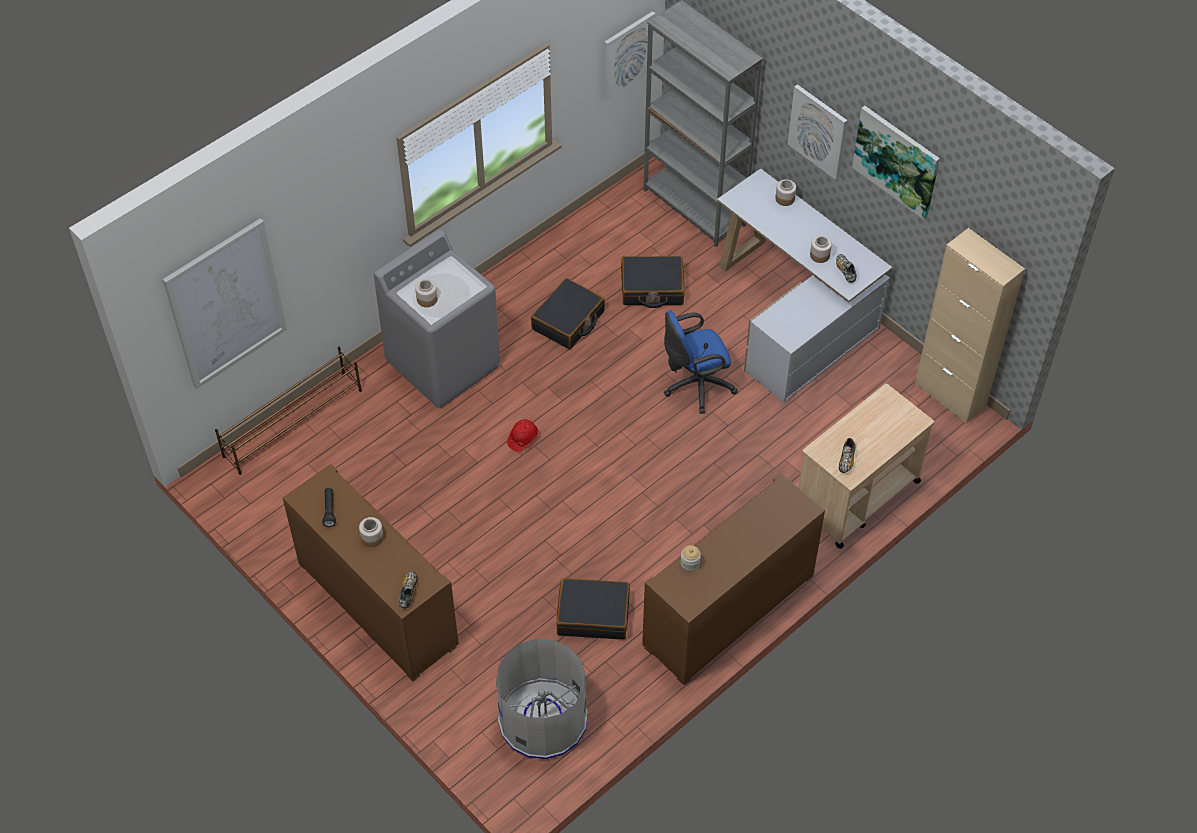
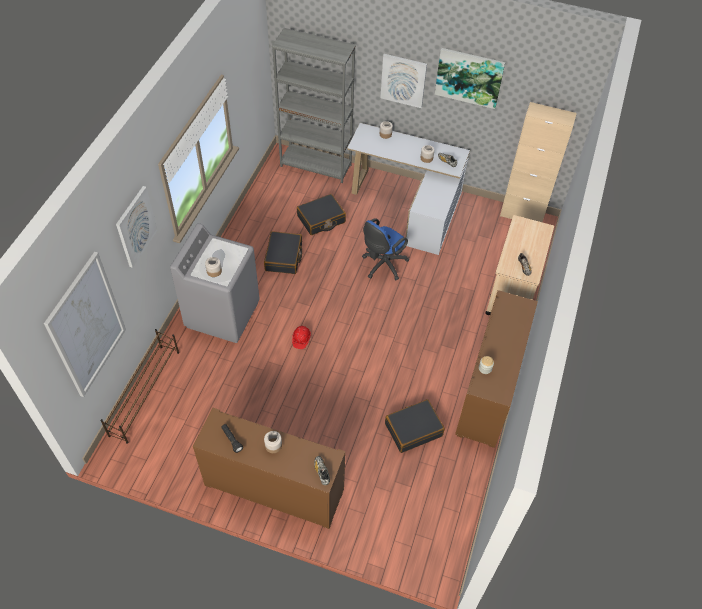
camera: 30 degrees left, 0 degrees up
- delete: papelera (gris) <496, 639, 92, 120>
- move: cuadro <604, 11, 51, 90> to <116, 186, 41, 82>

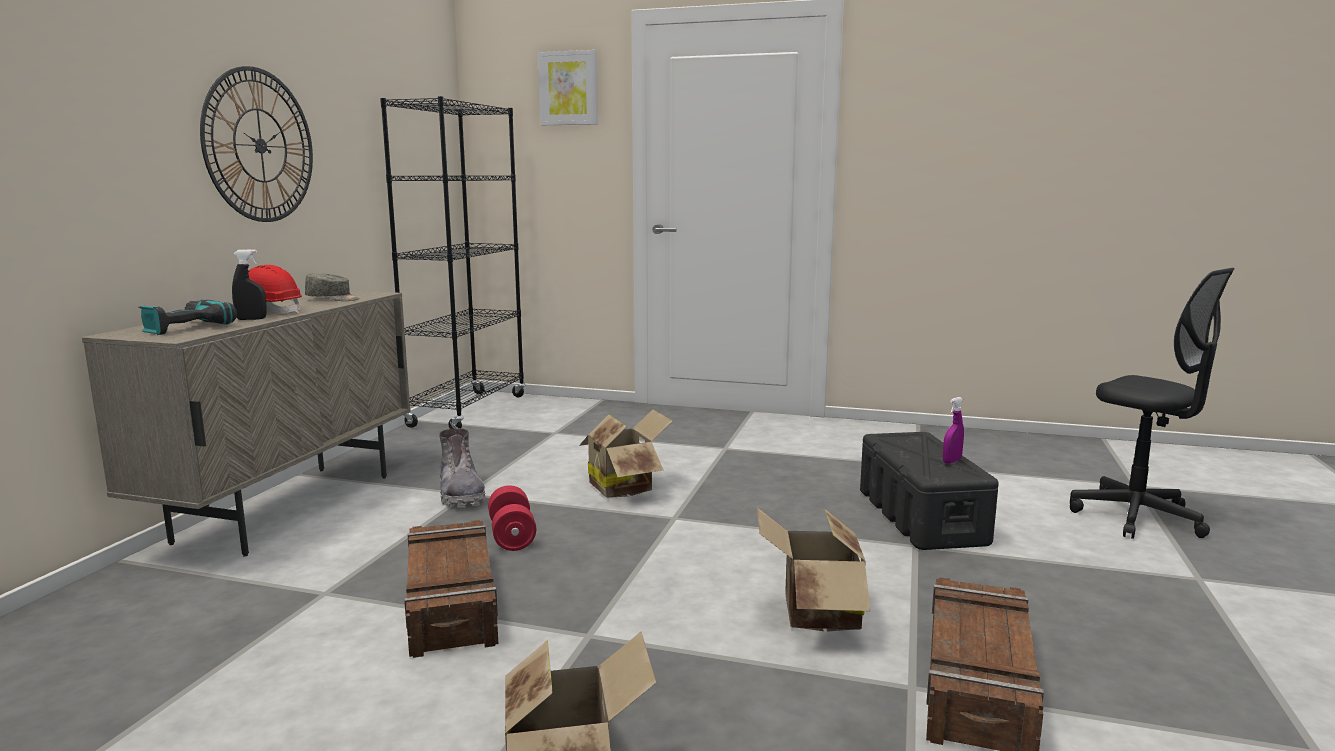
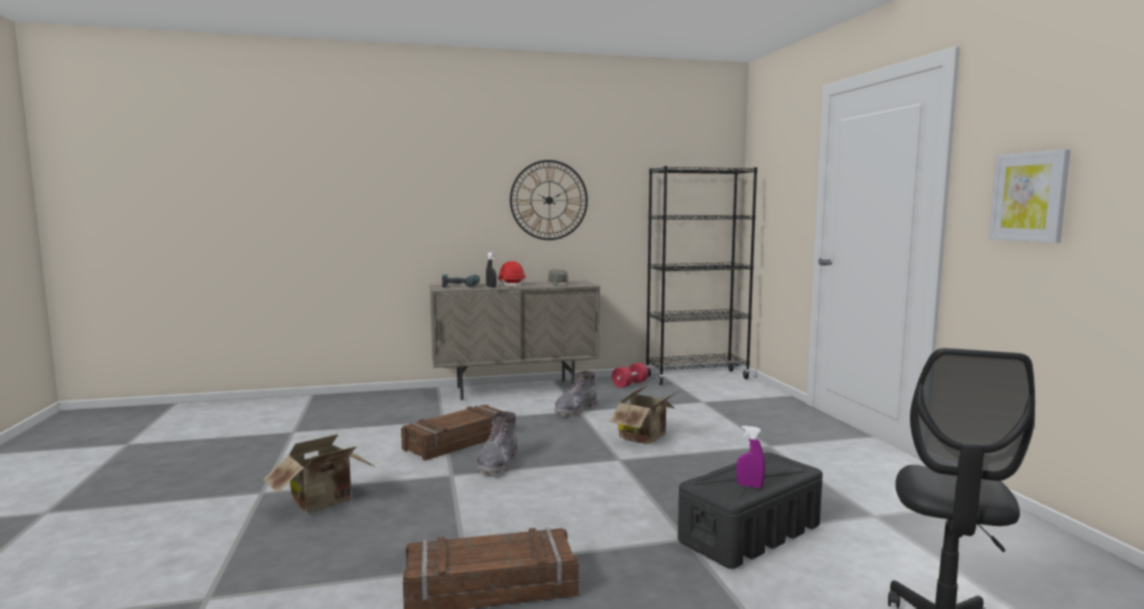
camera: 60 degrees right, 5 degrees down
- delete: caja de cartón <757, 508, 114, 123>
- insert: bota (gris) <476, 412, 41, 64>
- move: mancuerna (rojo) <488, 485, 48, 66> to <612, 363, 36, 25>
- move: cuadro <538, 50, 60, 75> to <989, 149, 81, 94>

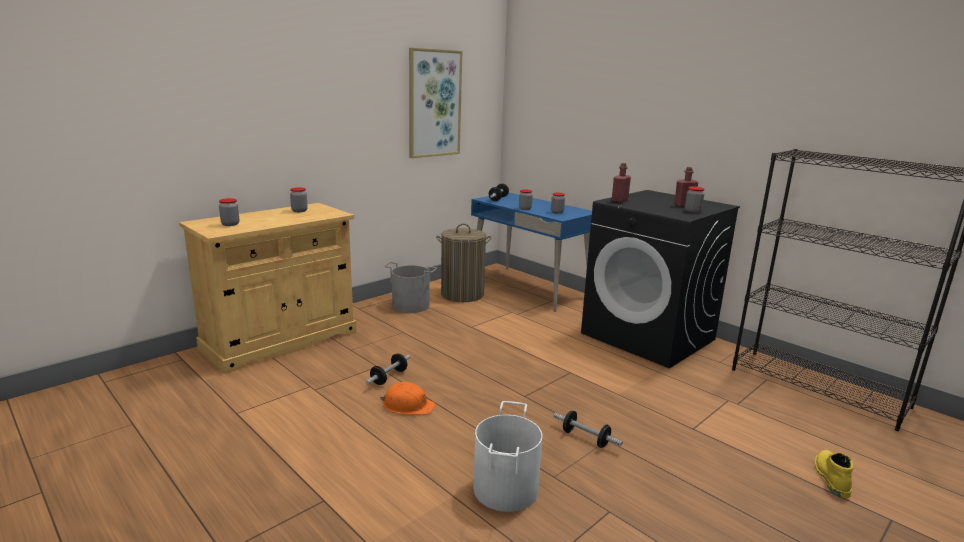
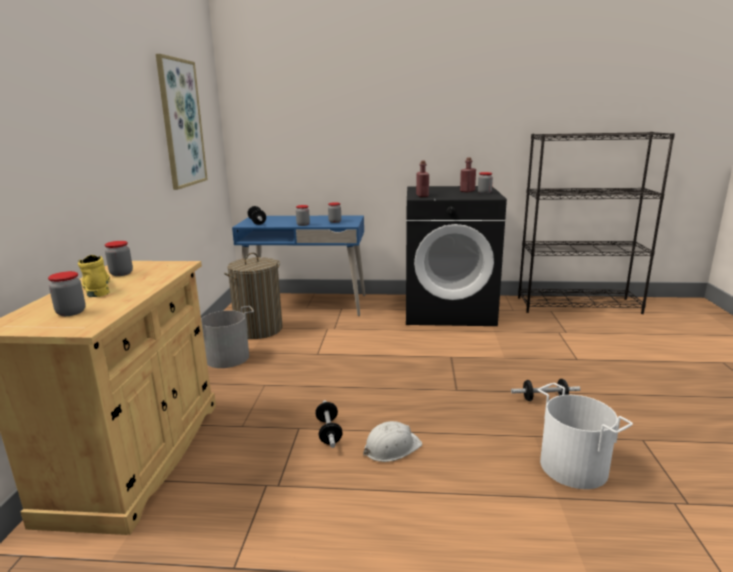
camera: 40 degrees left, 0 degrees up
- move: bota (amarillo) <815, 450, 39, 48> to <78, 255, 32, 42>
- recolor: casco (naranja) <380, 382, 55, 33> to casco (blanco) <363, 421, 59, 41>

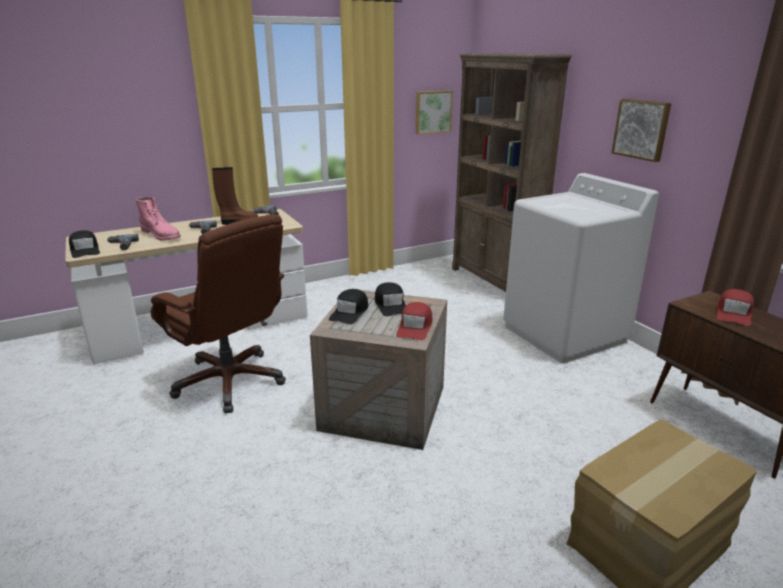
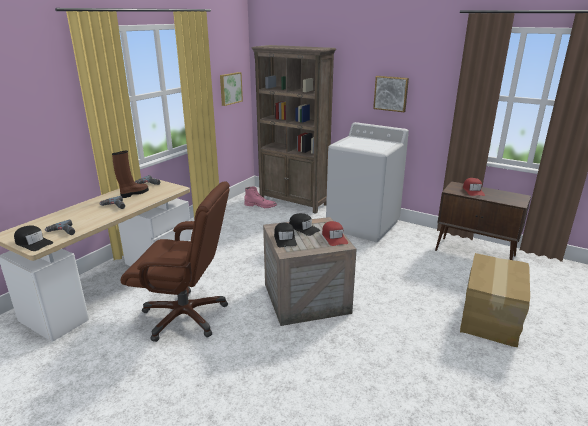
camera: 30 degrees left, 0 degrees up
- move: bota (rosa) <136, 197, 45, 44> to <244, 187, 33, 21>

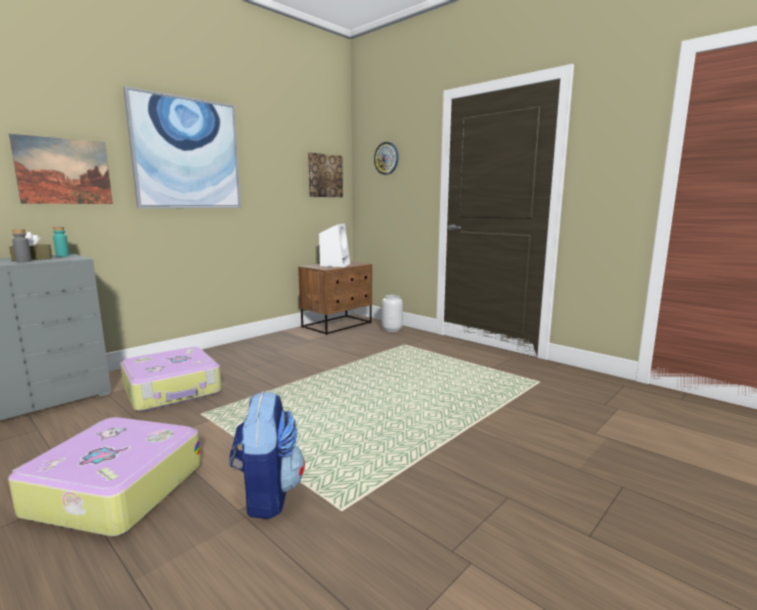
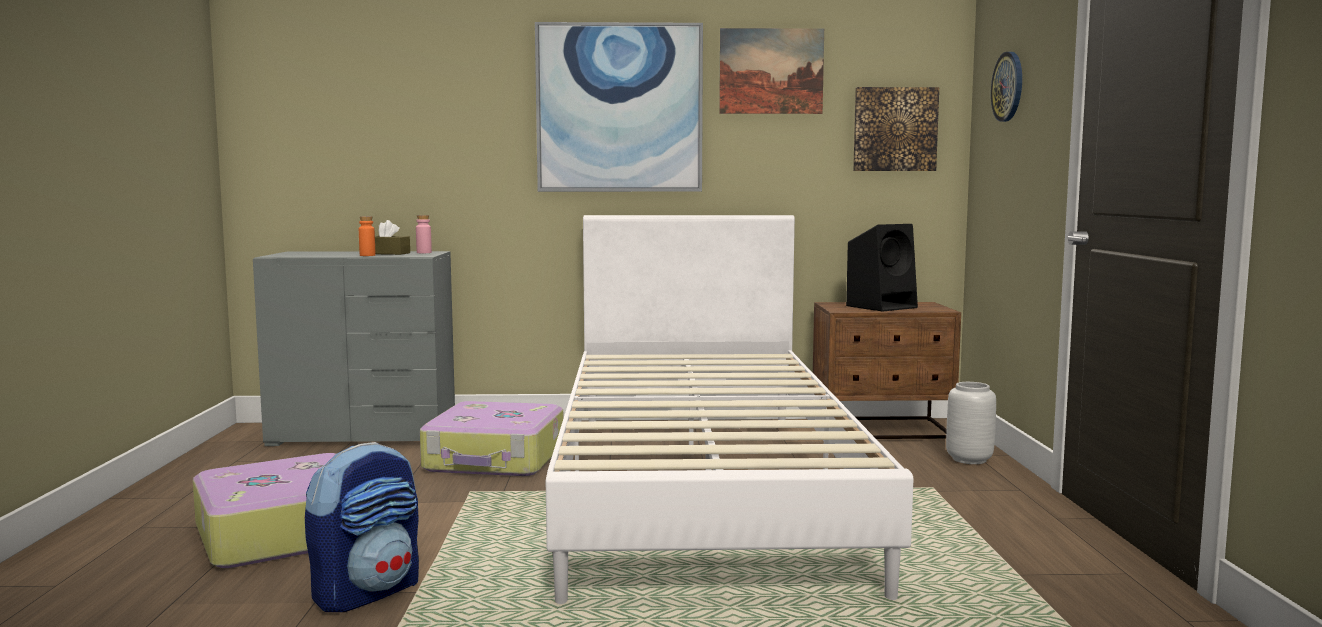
camera: 45 degrees right, 5 degrees down
- insert: cama (blanco) <546, 215, 367, 389>
- move: cuadro <9, 134, 104, 70> to <719, 28, 105, 86>
- recolor: botella (gris) <12, 229, 20, 34> to botella (naranja) <359, 216, 17, 40>
- recolor: botella (turquesa) <53, 227, 17, 30> to botella (rosa) <416, 215, 16, 38>
- recolor: altavoz (blanco) <319, 223, 31, 44> to altavoz (negro) <846, 224, 72, 88>

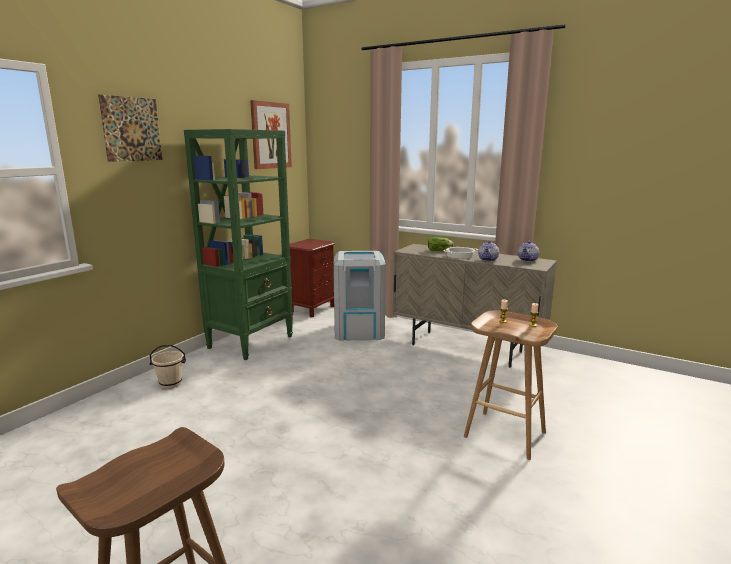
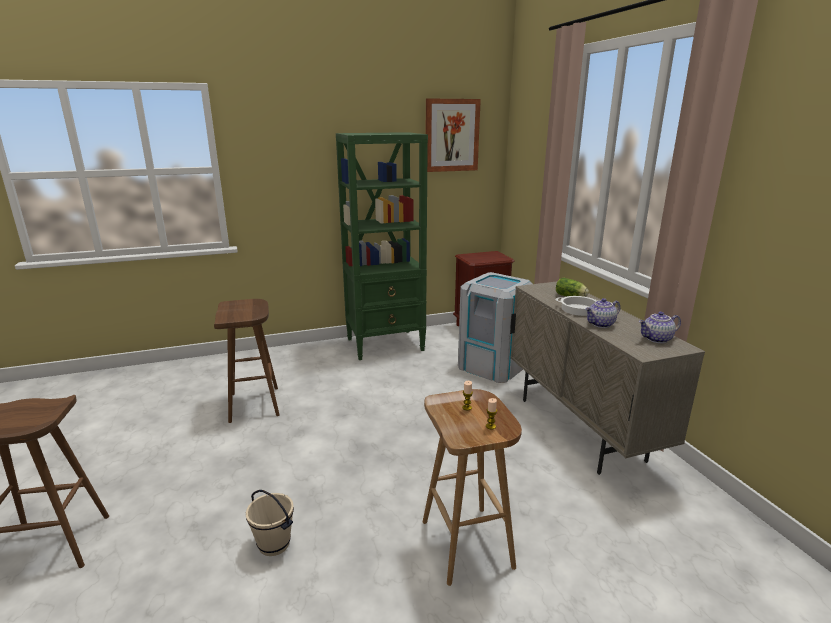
camera: 40 degrees right, 5 degrees up
- delete: cuadro <98, 95, 65, 67>
- insert: taburete (marrón) <214, 299, 66, 124>
- move: cubo (beis) <150, 345, 36, 44> to <246, 490, 48, 66>

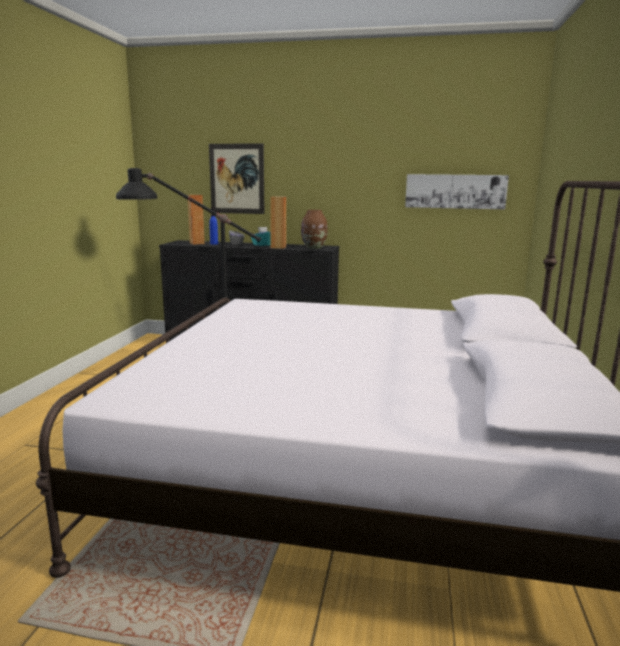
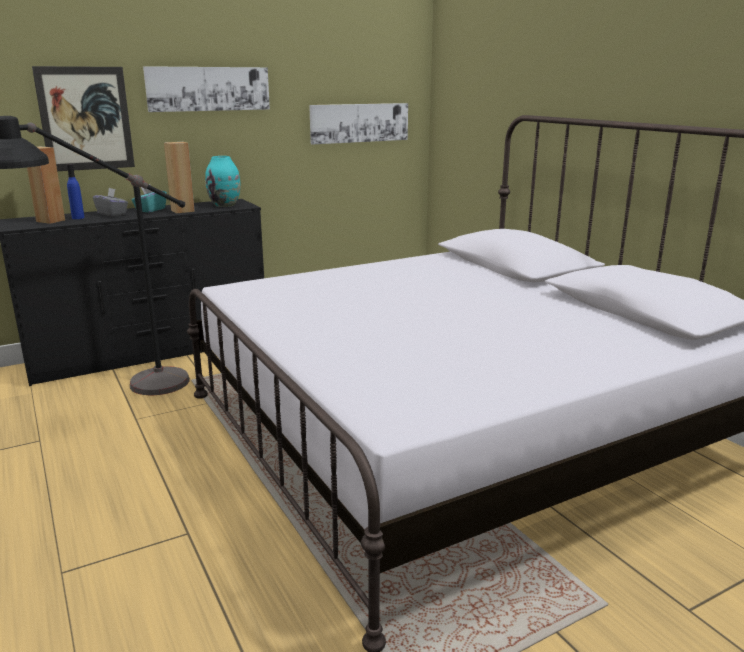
camera: 40 degrees left, 5 degrees up
- insert: cuadro <143, 66, 127, 46>
- recolor: florero (marrón) <301, 210, 27, 39> to florero (turquesa) <205, 156, 35, 51>

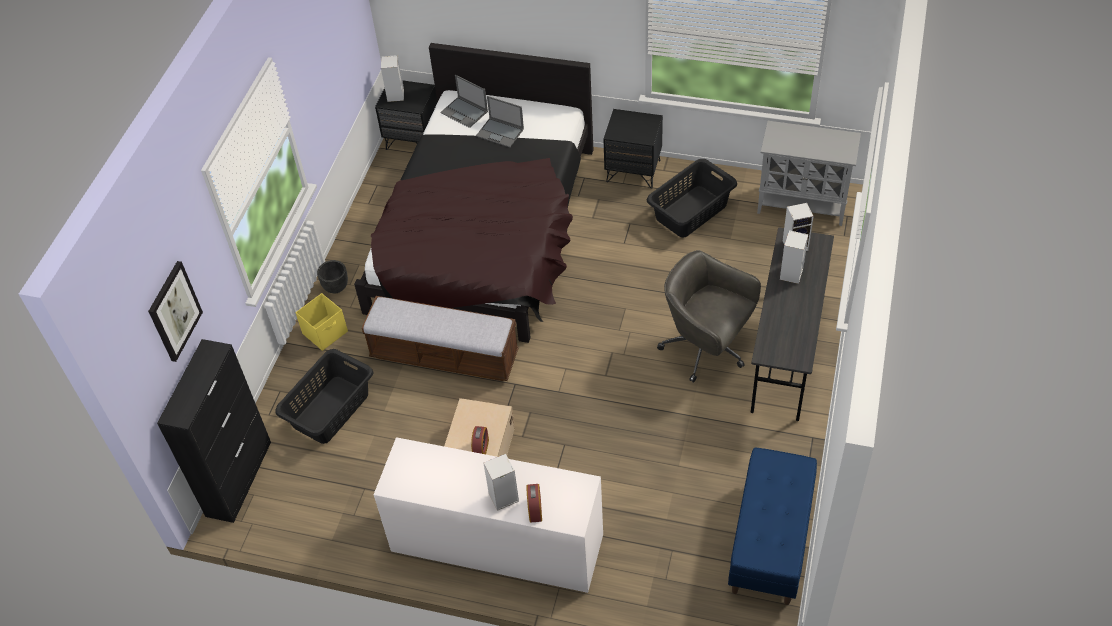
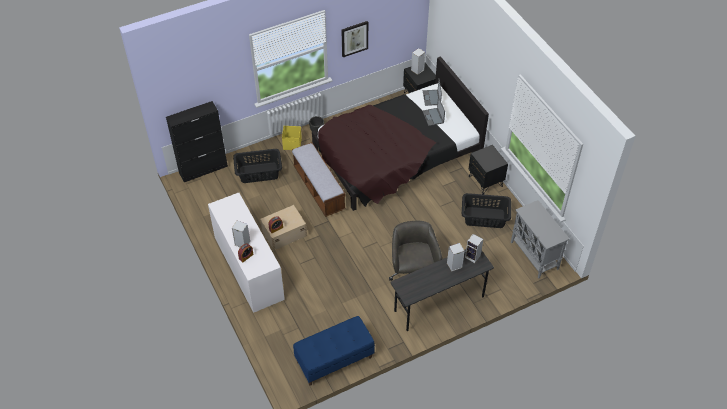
camera: 45 degrees right, 0 degrees up
- move: cuadro <148, 261, 55, 101> to <341, 21, 27, 36>

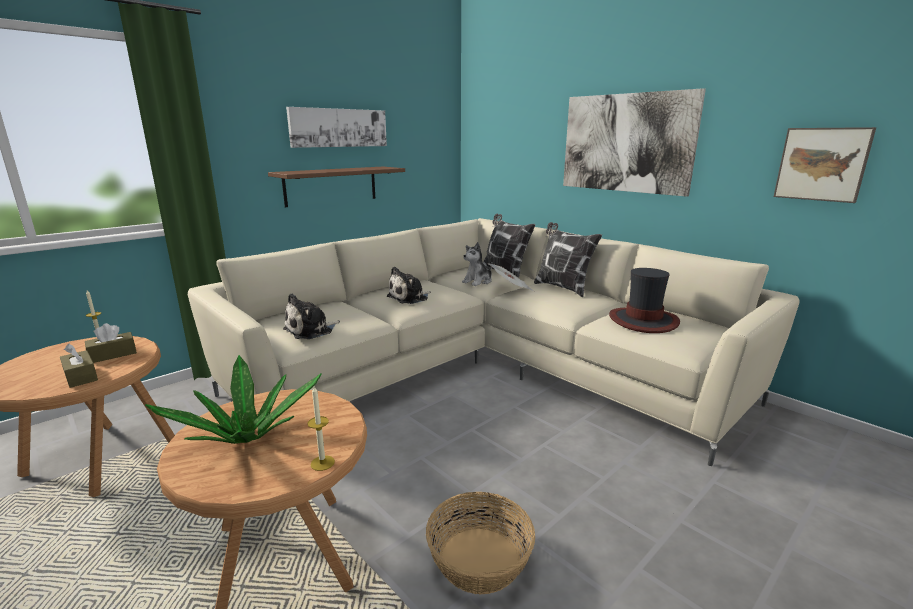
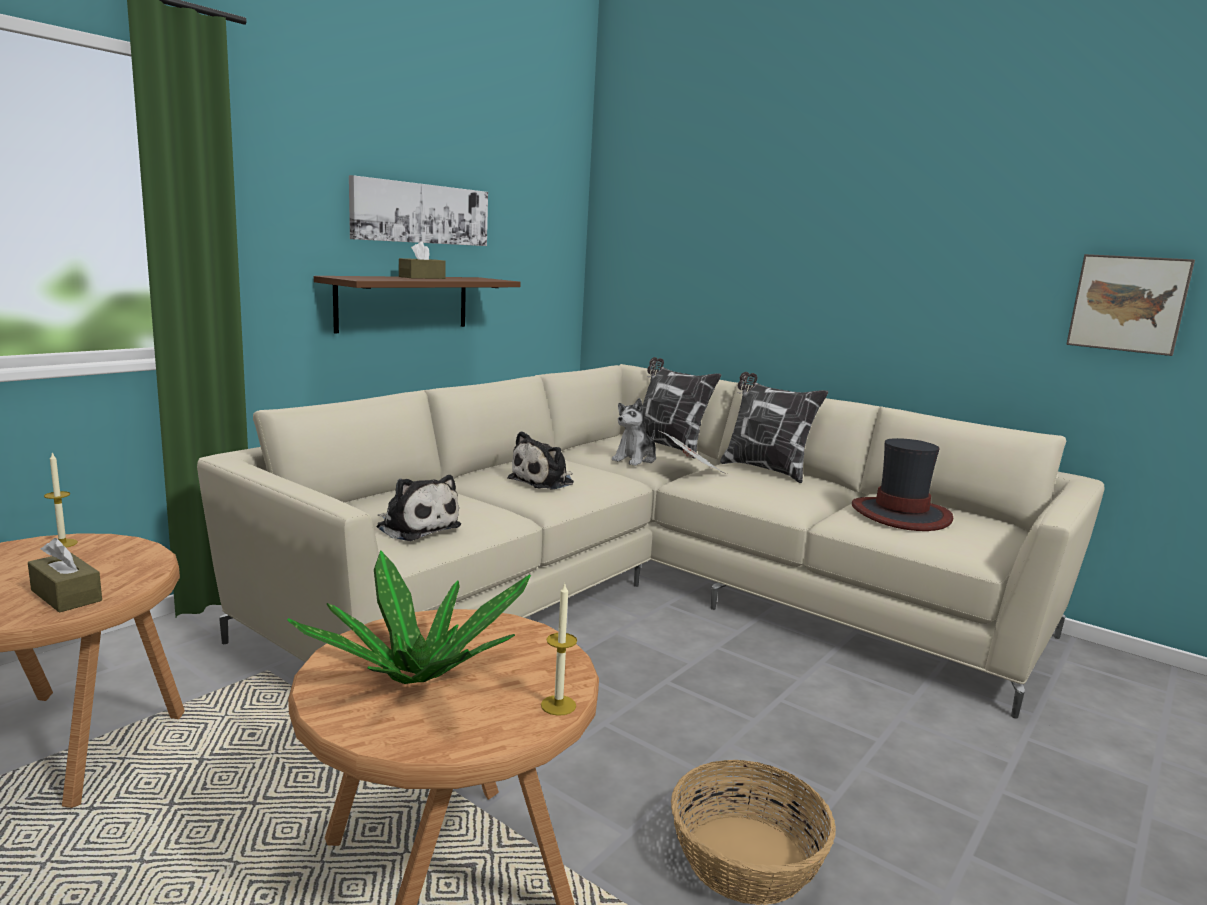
camera: 10 degrees left, 5 degrees down
- delete: cuadro <563, 88, 143, 109>
- move: caja de pañuelos (marrón) <85, 323, 52, 40> to <399, 241, 47, 38>
- rotate: peluche <283, 293, 57, 46> = <377, 475, 84, 66> 90 degrees counterclockwise

